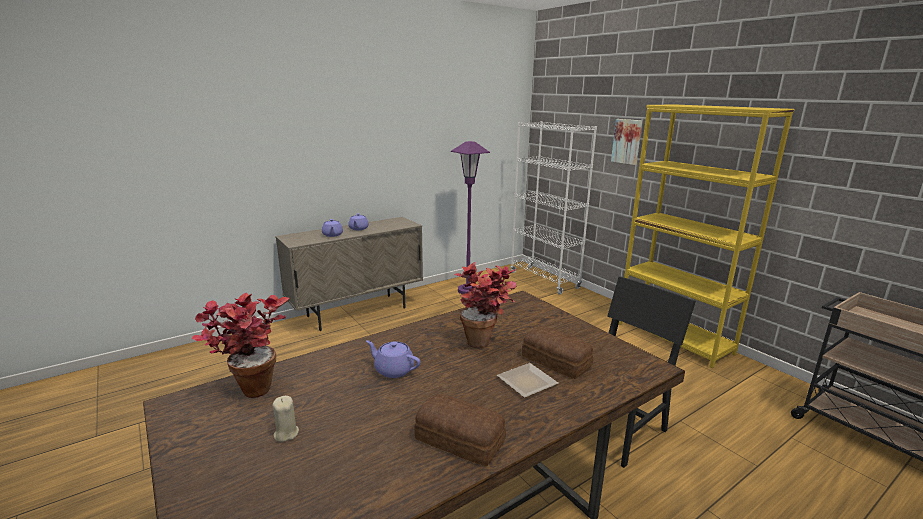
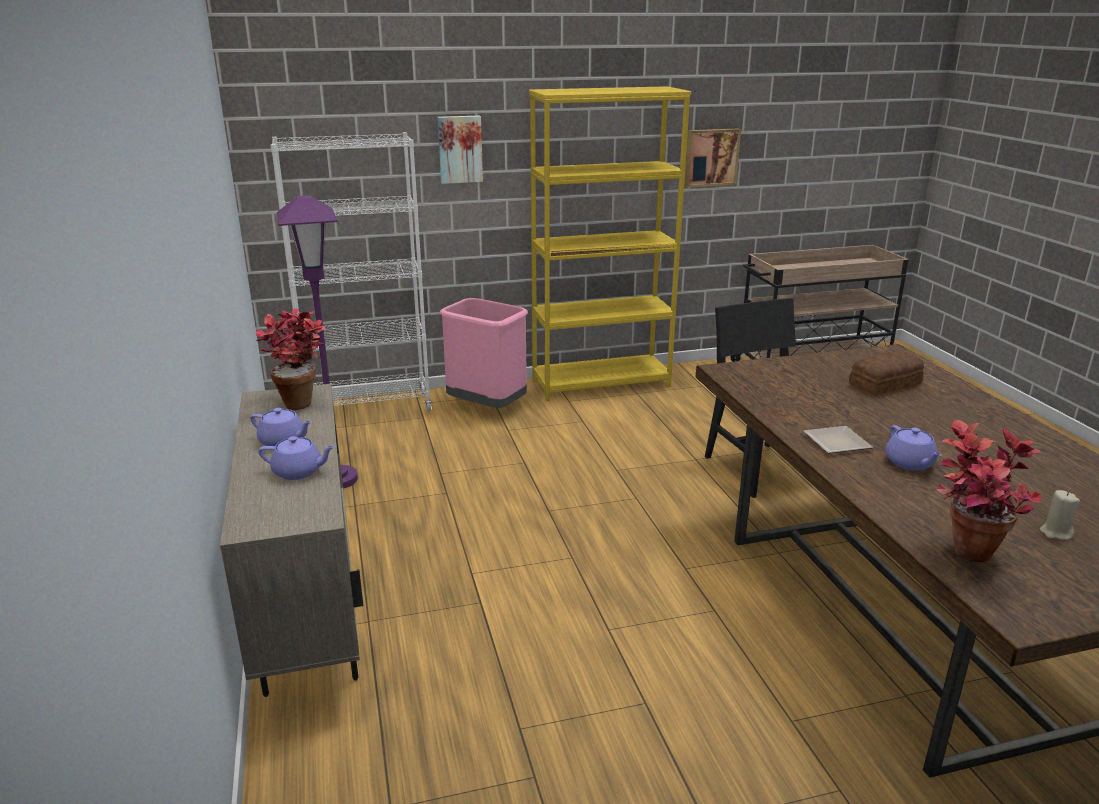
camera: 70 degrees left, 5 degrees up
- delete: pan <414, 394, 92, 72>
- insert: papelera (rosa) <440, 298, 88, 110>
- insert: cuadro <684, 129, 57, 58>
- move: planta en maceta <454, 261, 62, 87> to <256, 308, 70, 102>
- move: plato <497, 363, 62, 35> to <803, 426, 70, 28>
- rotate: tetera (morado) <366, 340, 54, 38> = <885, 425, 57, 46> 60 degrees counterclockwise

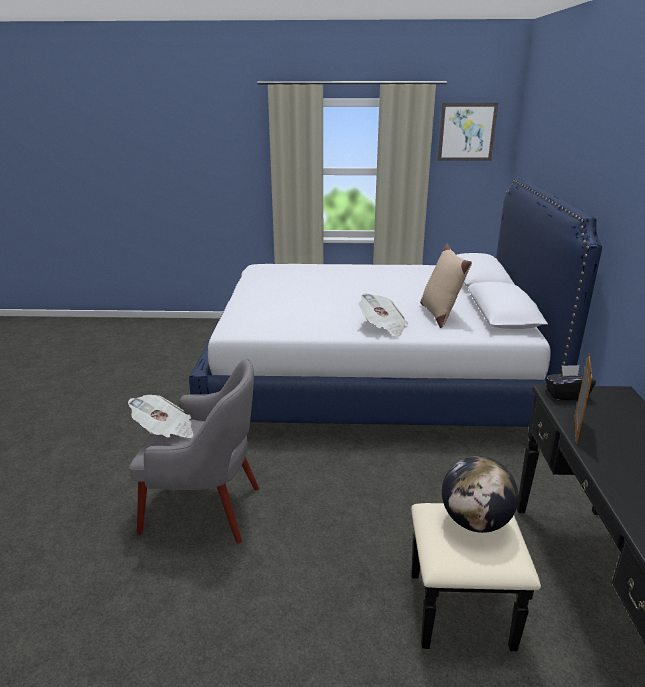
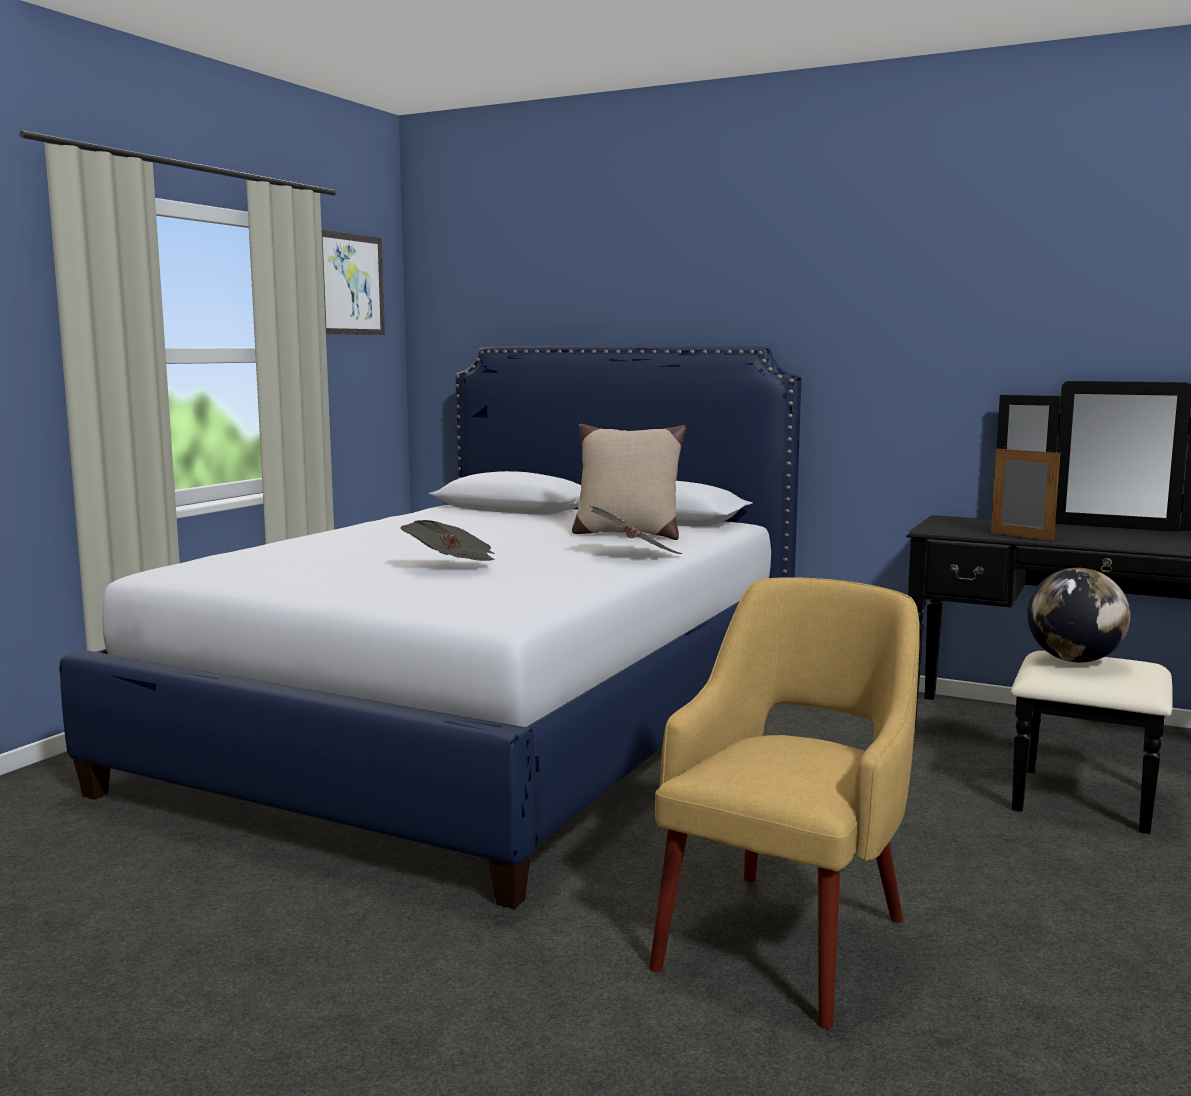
camera: 65 degrees left, 15 degrees down
- delete: caja de pañuelos (negro) <545, 365, 51, 35>
- move: periódico <128, 395, 65, 43> to <400, 520, 95, 41>
- recolor: sillón (gris) <129, 359, 130, 184> to sillón (amarillo) <649, 577, 271, 452>

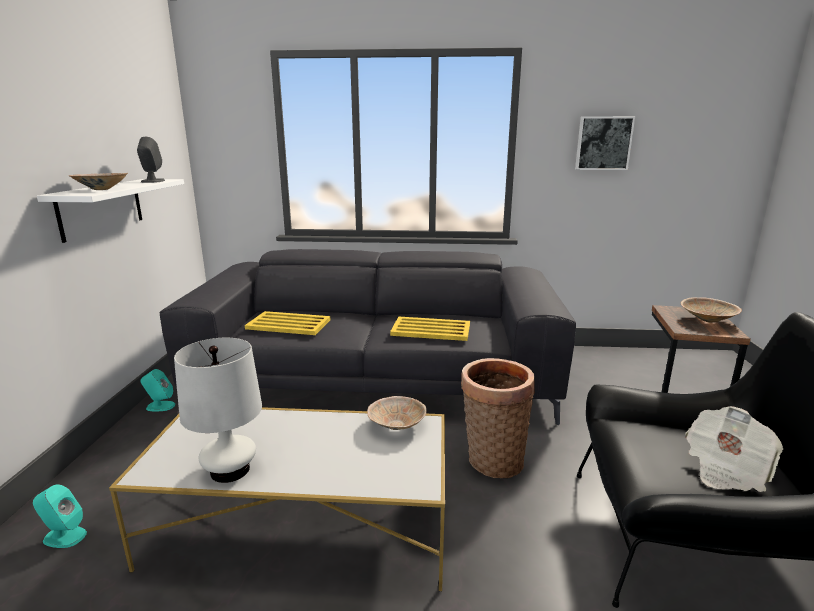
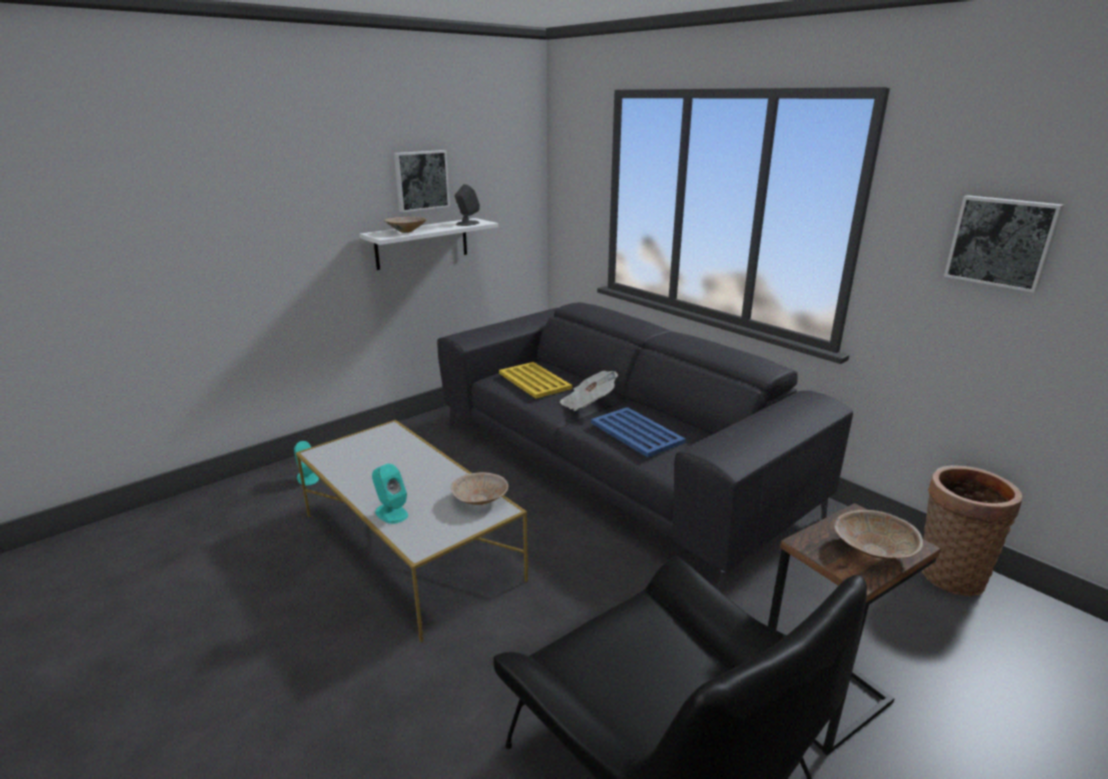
camera: 45 degrees right, 5 degrees up
- delete: lámpara de mesa (blanco) <174, 338, 88, 145>
- insert: cuadro <394, 150, 56, 62>
- move: altavoz (turquesa) <140, 369, 35, 42> to <372, 464, 36, 60>
- move: cesta <461, 358, 74, 120> to <922, 465, 100, 131>
- move: periódico <686, 406, 97, 86> to <560, 371, 58, 40>
- recolor: bandeja (amarillo) <390, 317, 80, 24> to bandeja (azul) <591, 407, 95, 51>

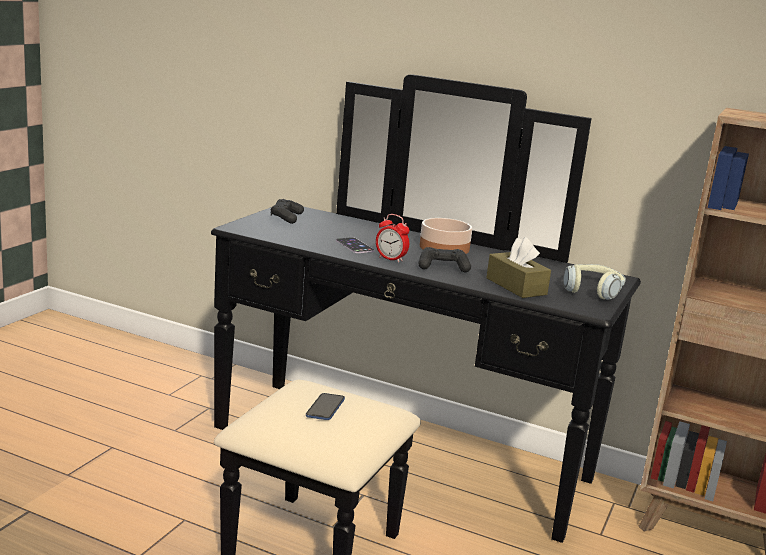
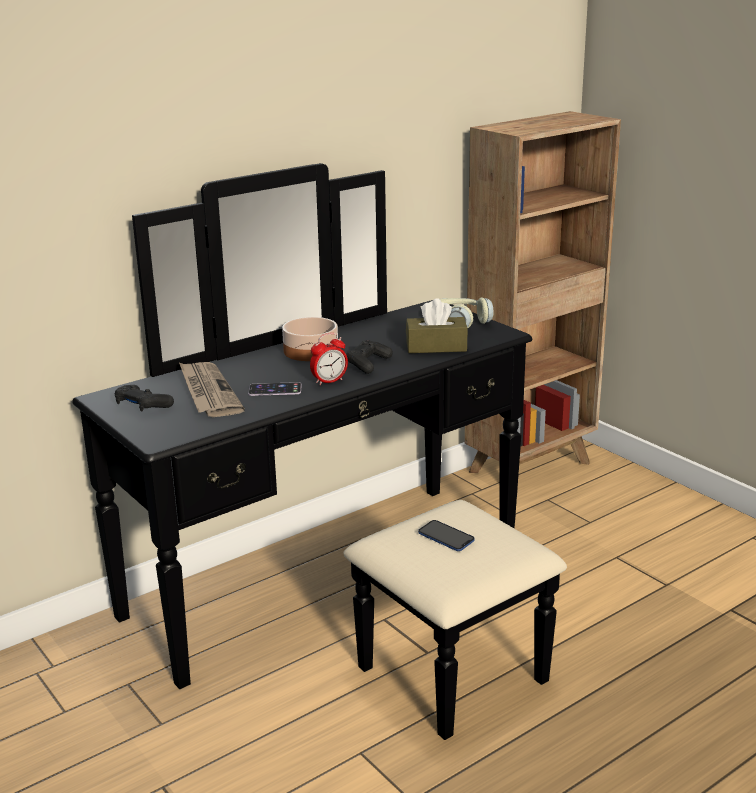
camera: 60 degrees left, 5 degrees up
- insert: periódico <179, 362, 66, 55>

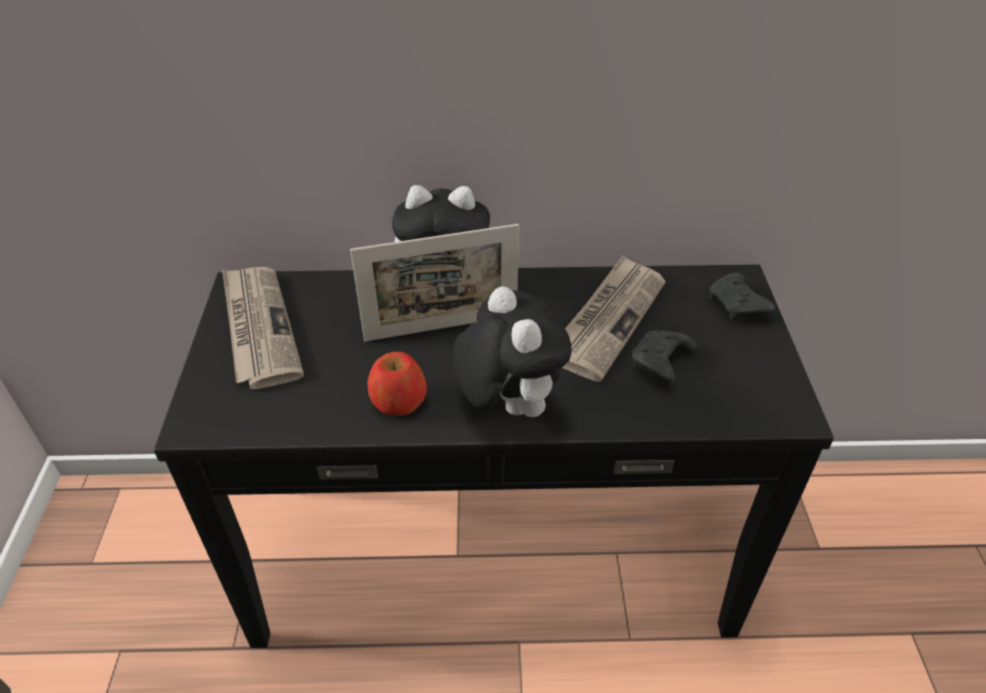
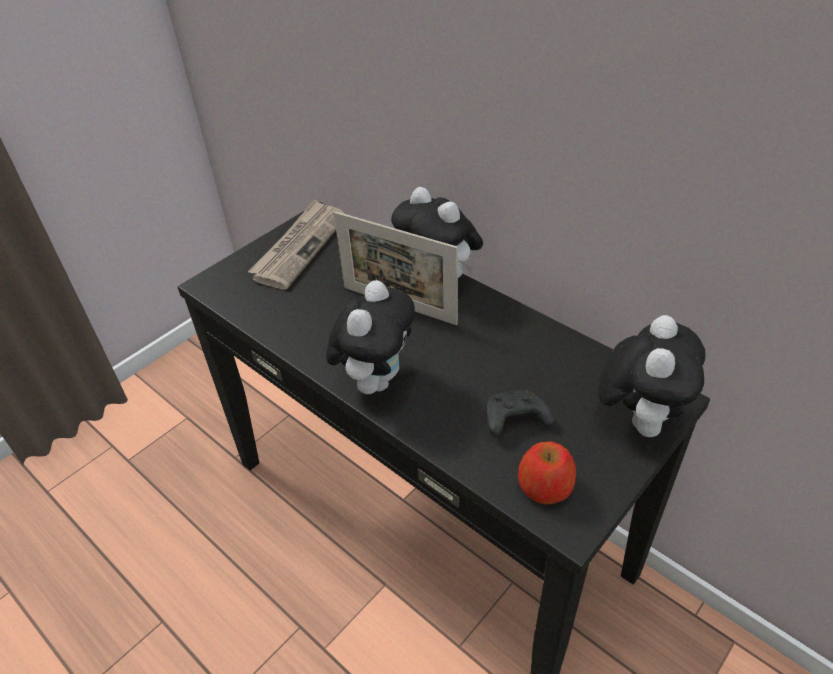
camera: 45 degrees right, 0 degrees up
- delete: periódico <562, 255, 104, 127>
- move: manzana <368, 352, 59, 64> to <518, 441, 58, 64>
- replace: mando de consola (negro) <709, 273, 66, 47> to peluche <598, 315, 108, 122>

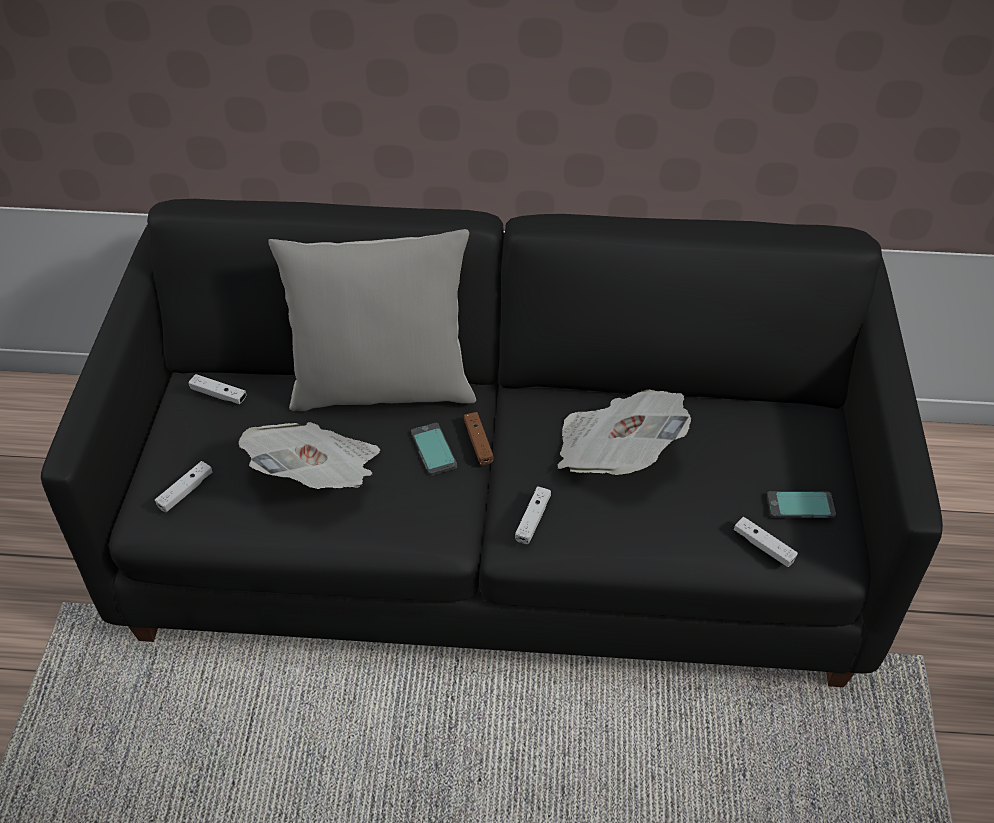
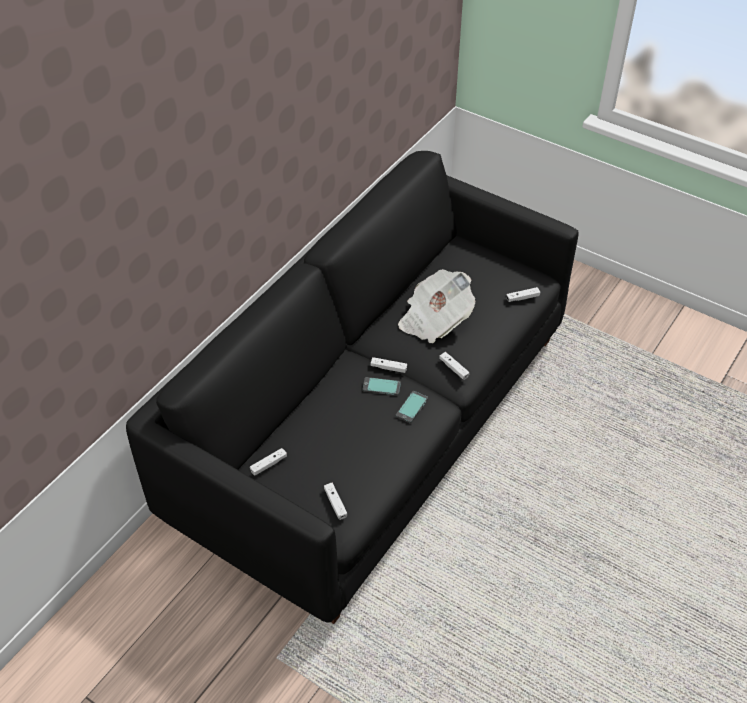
camera: 60 degrees left, 0 degrees up
- delete: periódico <239, 422, 141, 67>
- delete: cojín (gris) <268, 229, 208, 182>
- move: móvil <767, 491, 69, 27> to <396, 391, 32, 32>
- recolor: mando de consola (marrón) <464, 412, 30, 53> to mando de consola (blanco) <371, 357, 36, 16>

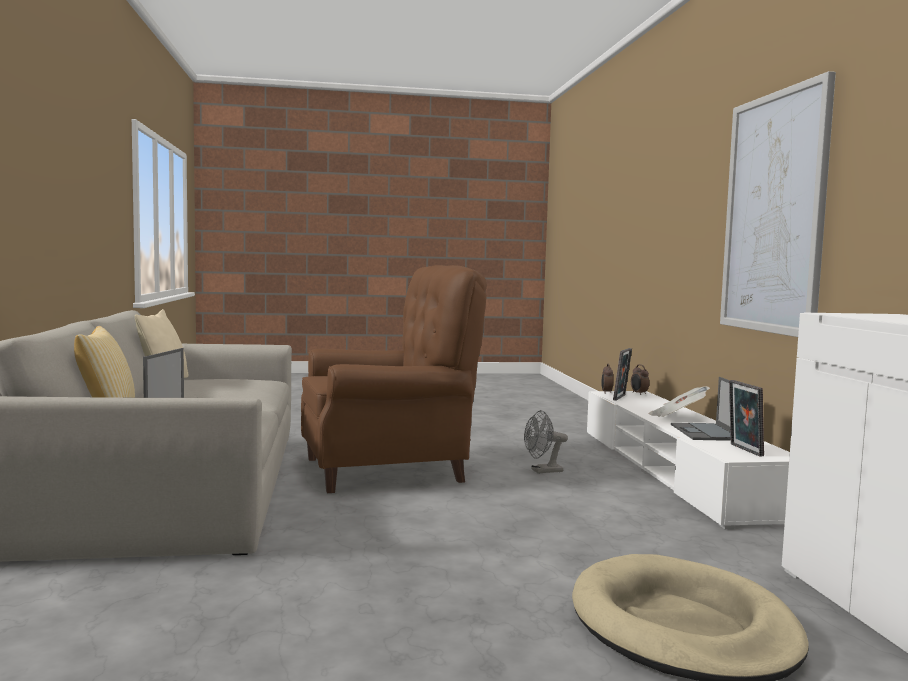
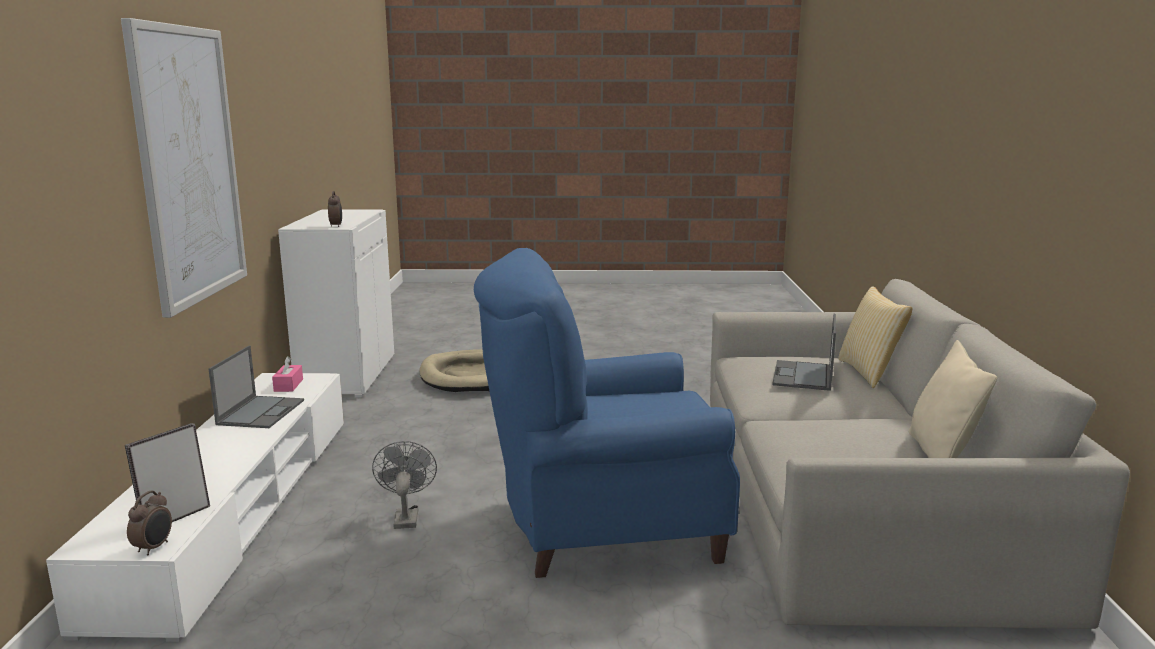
camera: 170 degrees left, 10 degrees up
- delete: periódico <649, 386, 61, 31>
- move: despertador <631, 364, 18, 31> to <328, 191, 14, 36>
- replace: portarretratos <729, 380, 35, 77> to caja de pañuelos (rosa) <272, 356, 31, 36>
- recolor: sillón (marrón) <301, 265, 186, 228> to sillón (azul) <474, 248, 266, 330>
- rotate: ventilador (gris) <524, 410, 44, 63> = <372, 441, 65, 88> 90 degrees counterclockwise

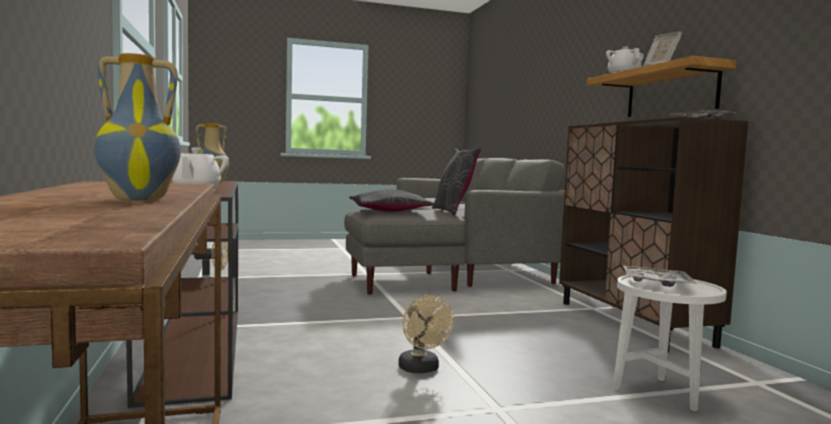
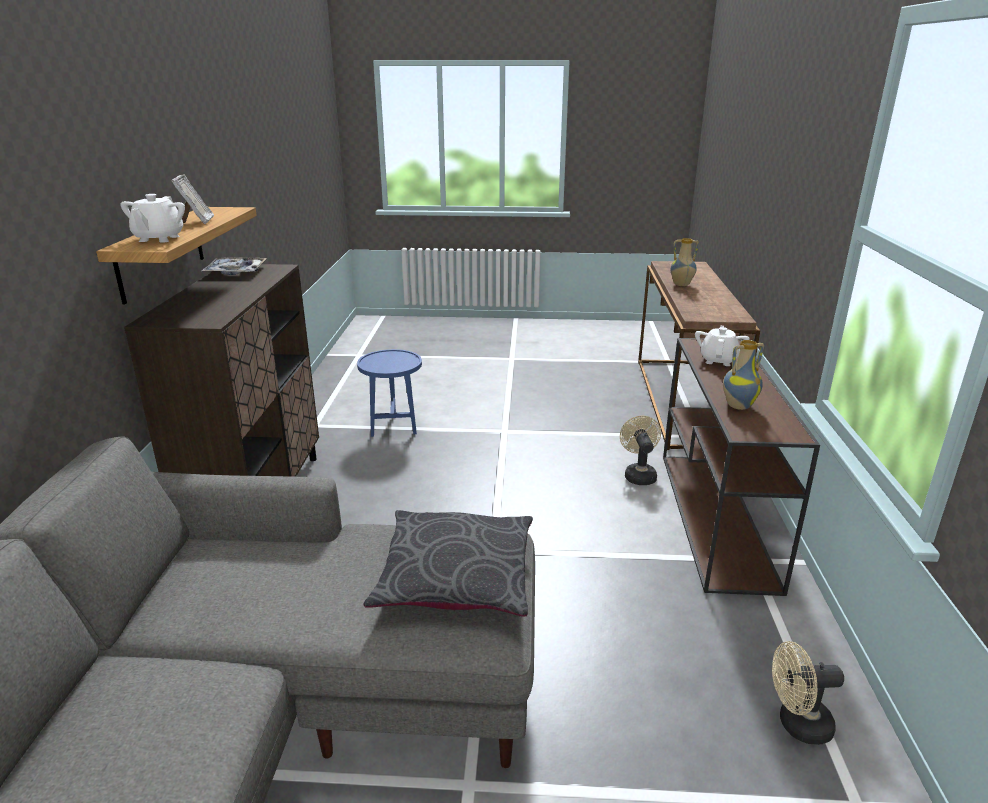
camera: 160 degrees left, 20 degrees up
- delete: cojín (gris) <432, 147, 49, 69>
- delete: bandeja <623, 266, 74, 21>
- move: ventilador (beis) <398, 295, 56, 78> to <620, 416, 41, 69>
- recolor: mesa auxiliar (blanco) <613, 275, 114, 136> to mesa auxiliar (azul) <357, 349, 65, 88>

